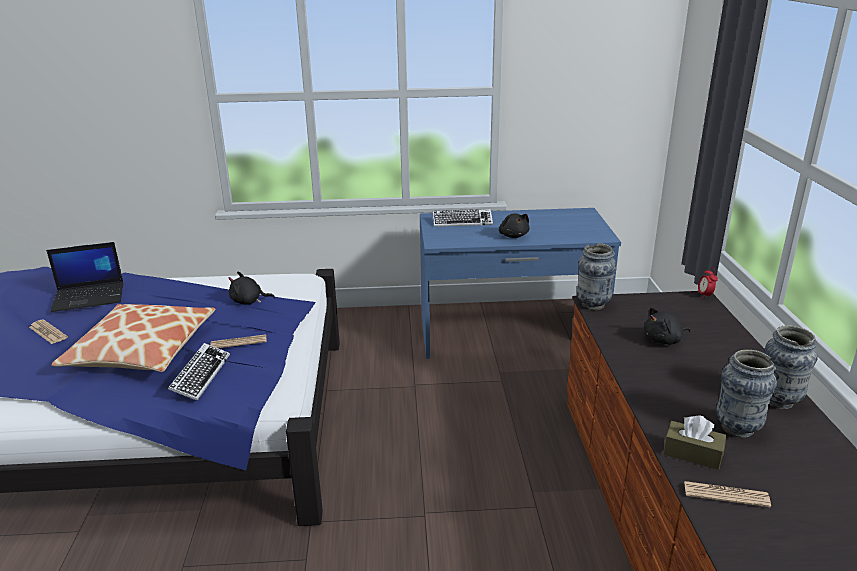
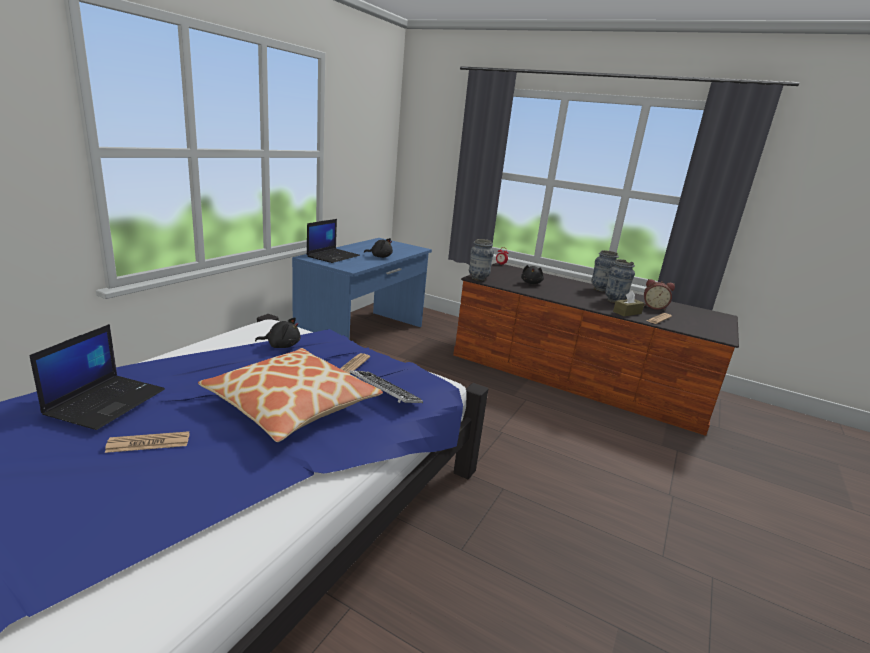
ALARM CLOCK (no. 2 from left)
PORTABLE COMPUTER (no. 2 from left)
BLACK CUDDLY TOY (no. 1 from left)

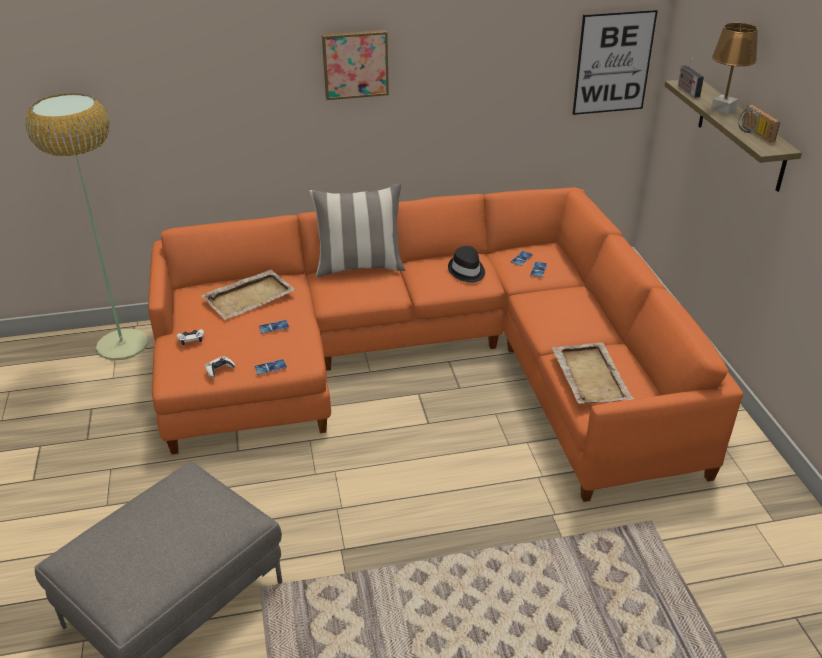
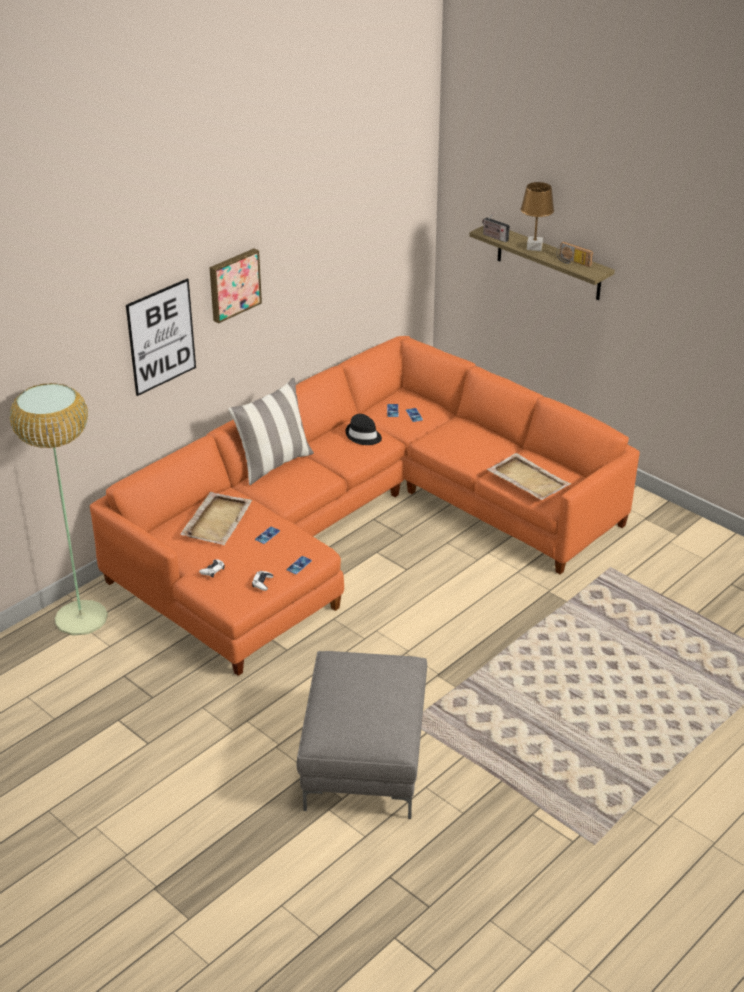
WALL ART (no. 1 from left)

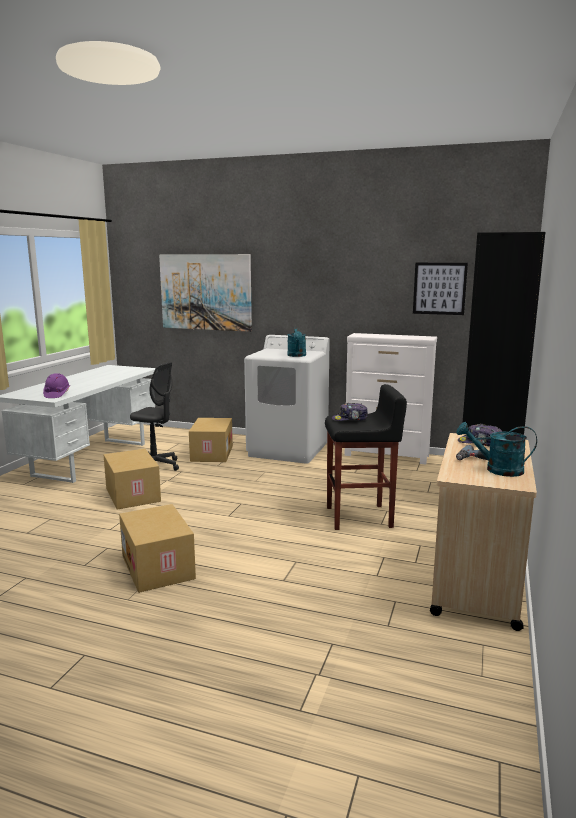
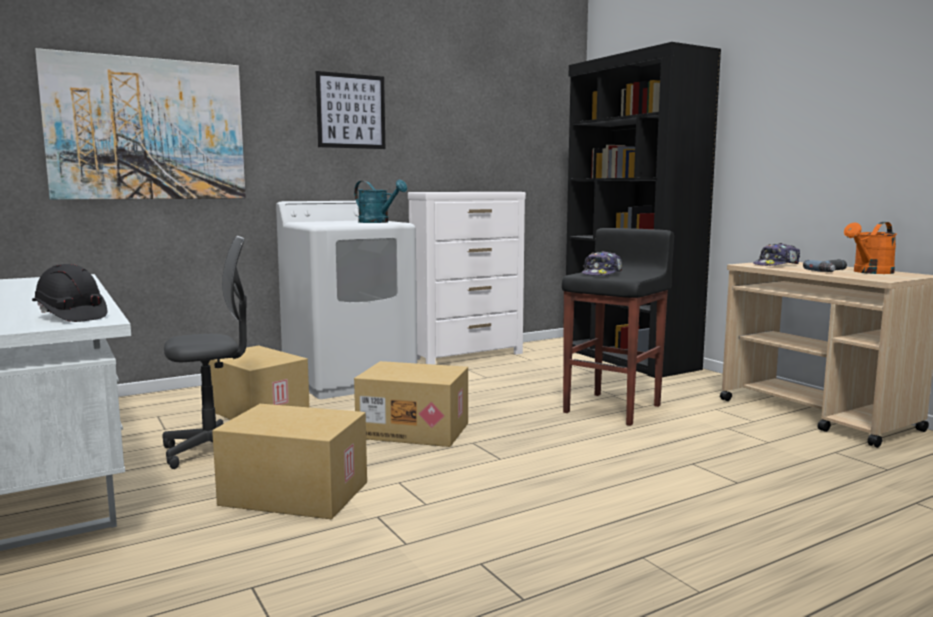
CARTON (no. 3 from left)
WALL ART (no. 2 from left)
BLACK WORK HELMET
ORANGE-COLOURED WATERING POT

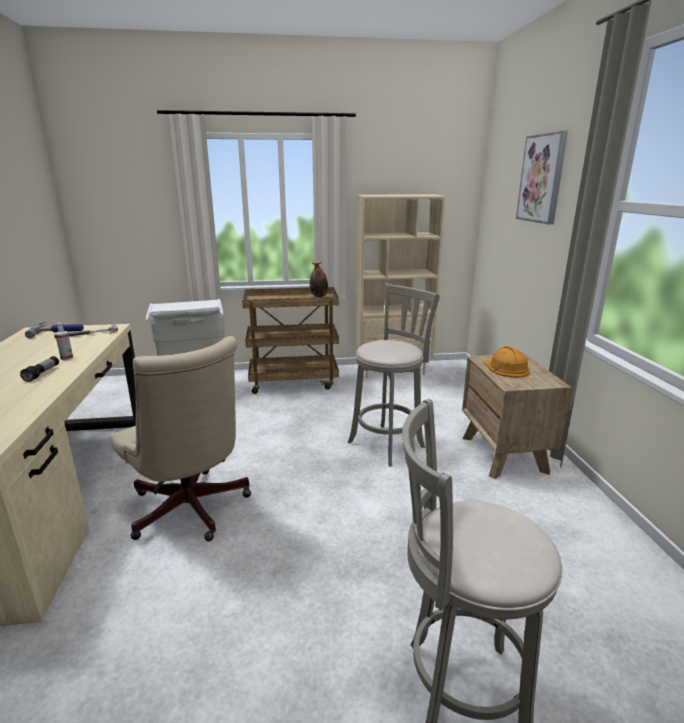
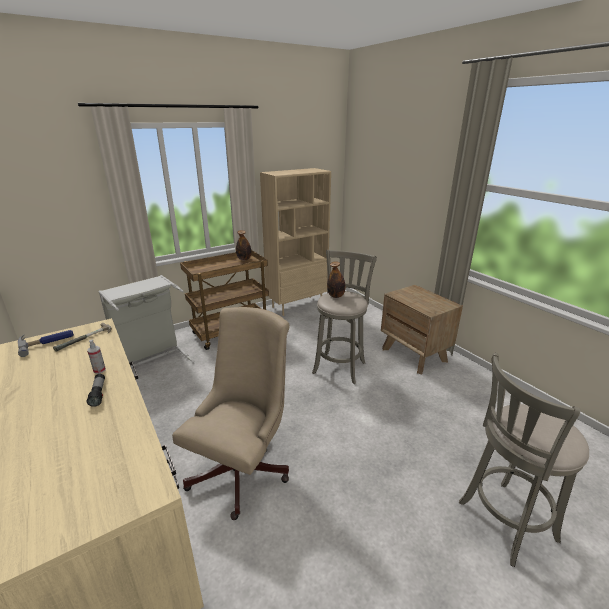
ORANGE-COLOURED WORK HELMET
WALL ART
DRINK BOTTLE (no. 2 from left)
SAND-COLOURED OFFICE CHAIR

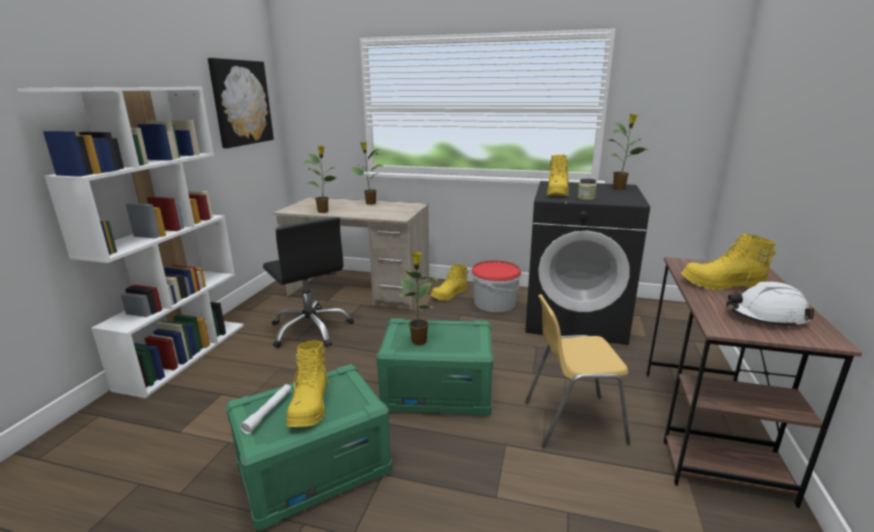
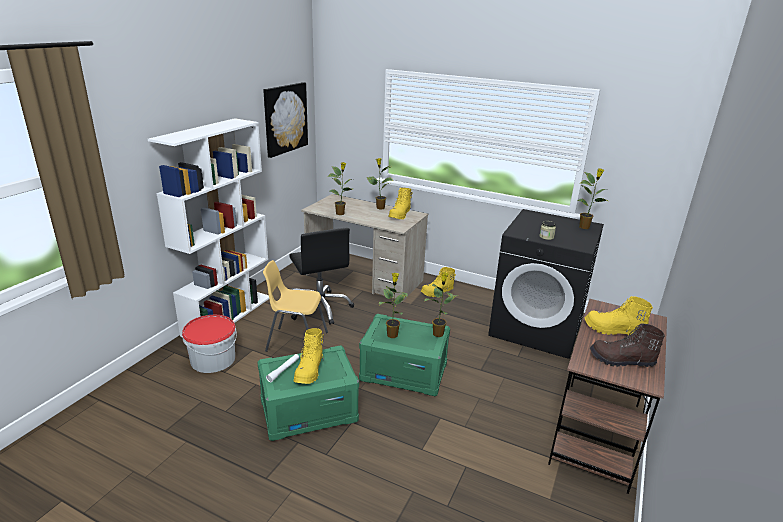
POTTED PLANT (no. 4 from left)
WATER BUCKET
YELLOWISH CHAIR
YELLOWISH TALL BOOT (no. 2 from left)
BROWNISH TALL BOOT

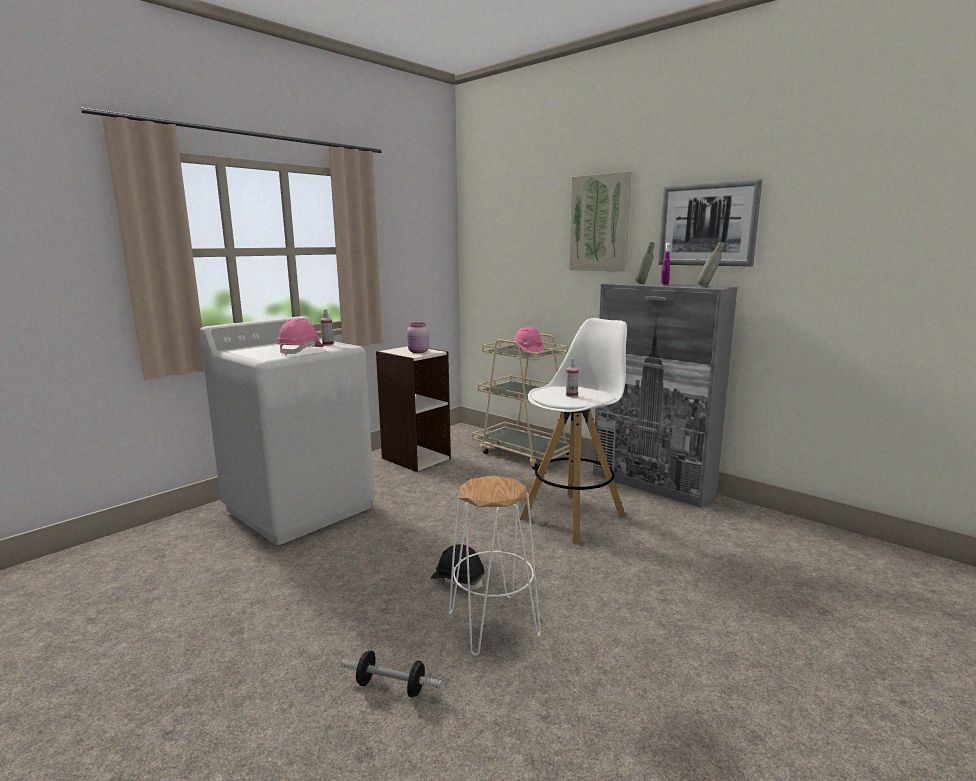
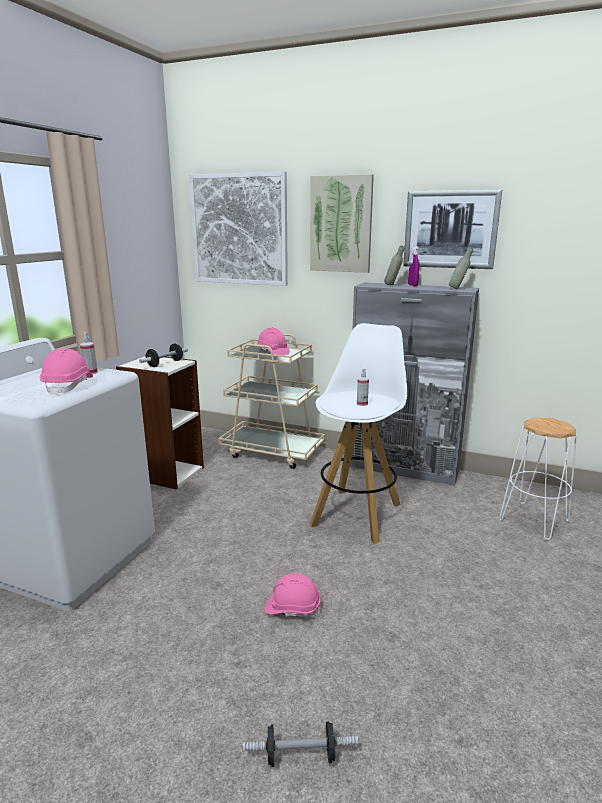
WALL ART (no. 1 from left)
WHITE-COLOURED SITTING STOOL (no. 2 from left)
DUMBBELL (no. 1 from left)
PINK WORK HELMET (no. 3 from left)

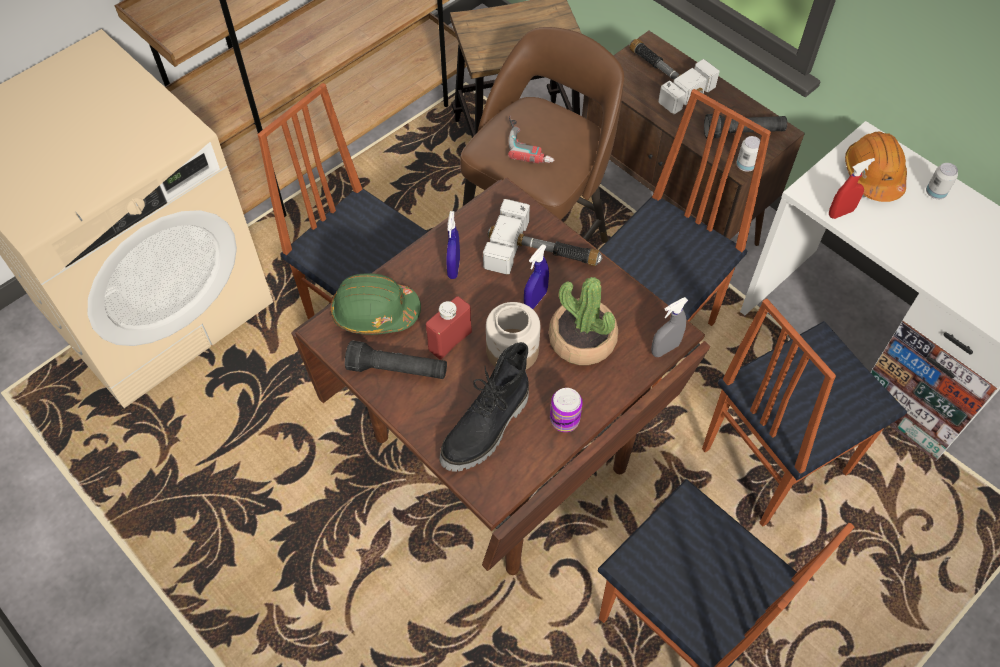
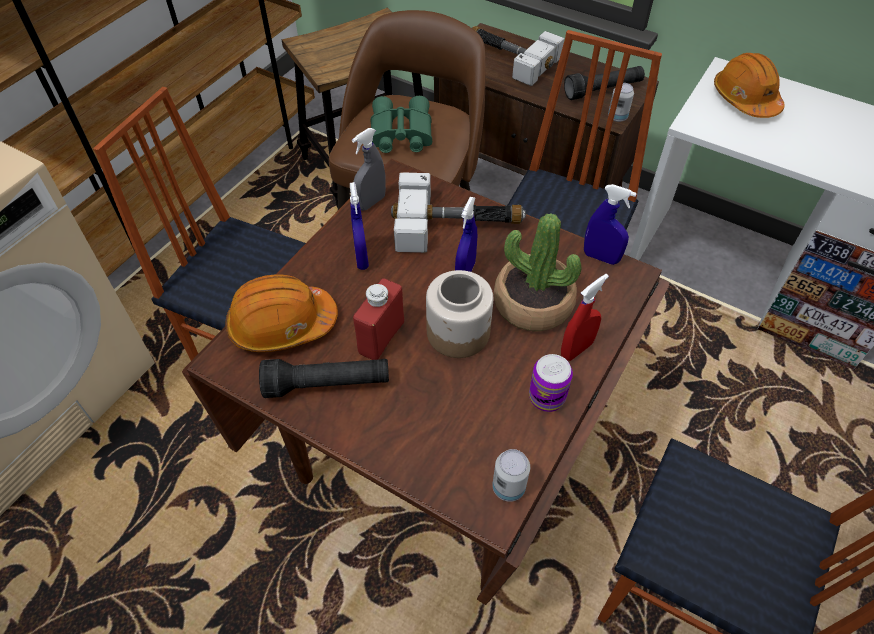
BLACK TALL BOOT
CHAIR (no. 4 from left in the first image)
BLUE SPRAYER (no. 3 from left)
GREY SPRAYER
REDDISH SPRAYER
CAN (no. 1 from left)
GREEN FIELD GLASSES
ORANGE-COLOURED WORK HELMET (no. 1 from left)

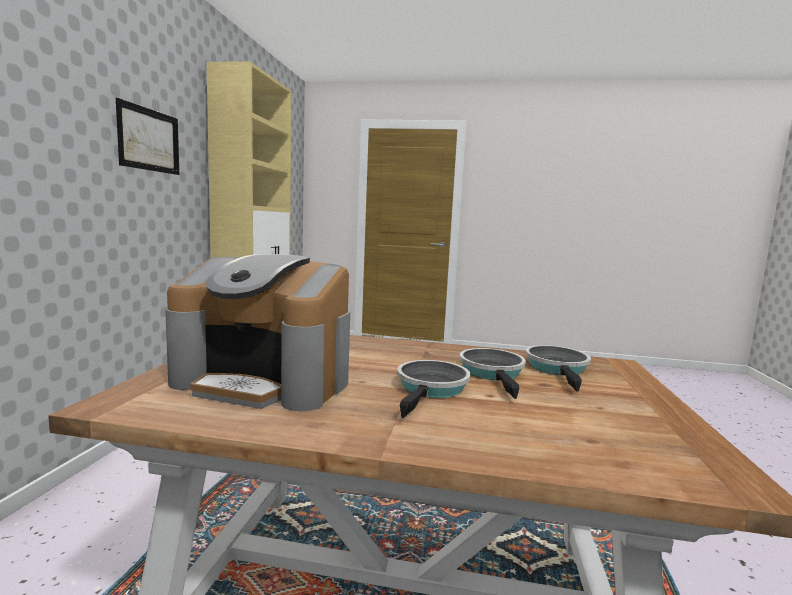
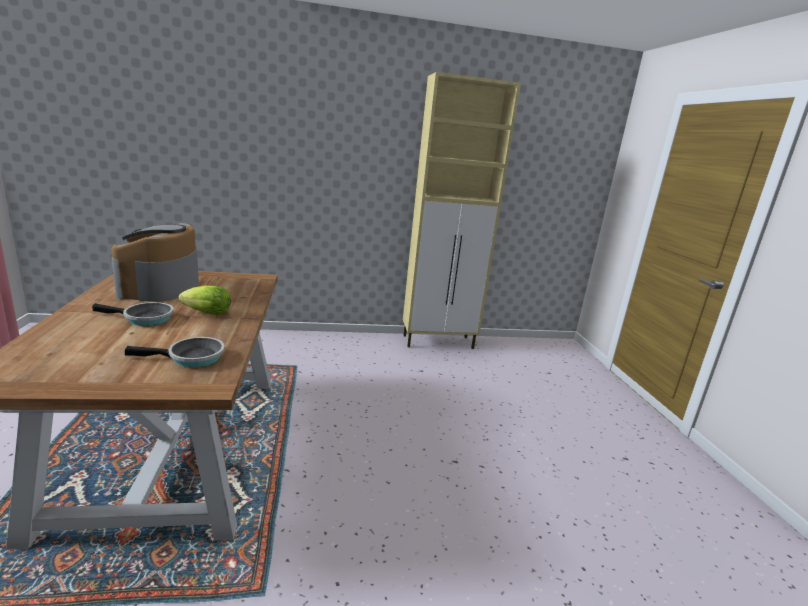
WALL ART
SKILLET (no. 2 from left in the first image)
LETTUCE HEAD

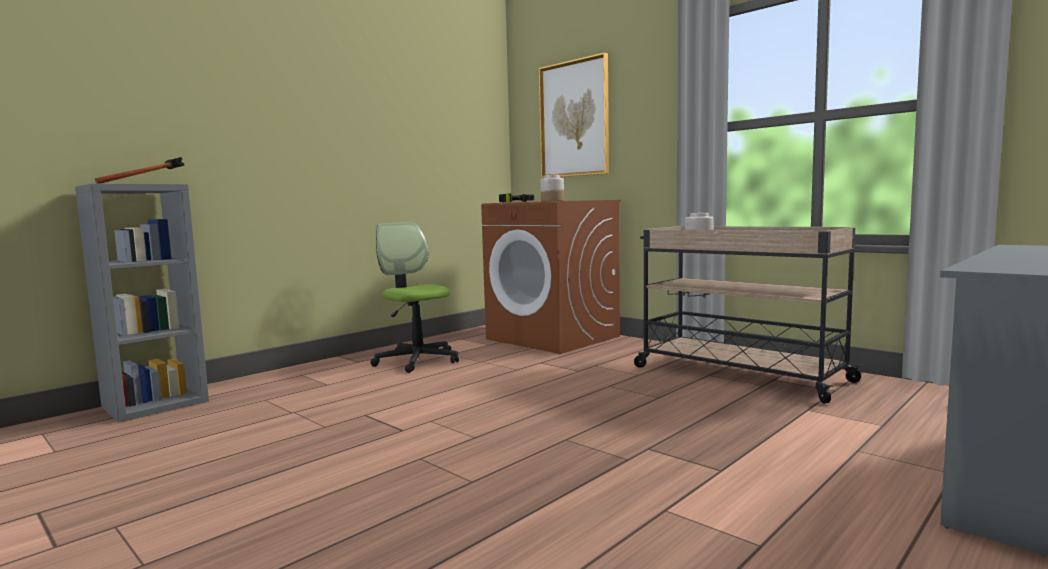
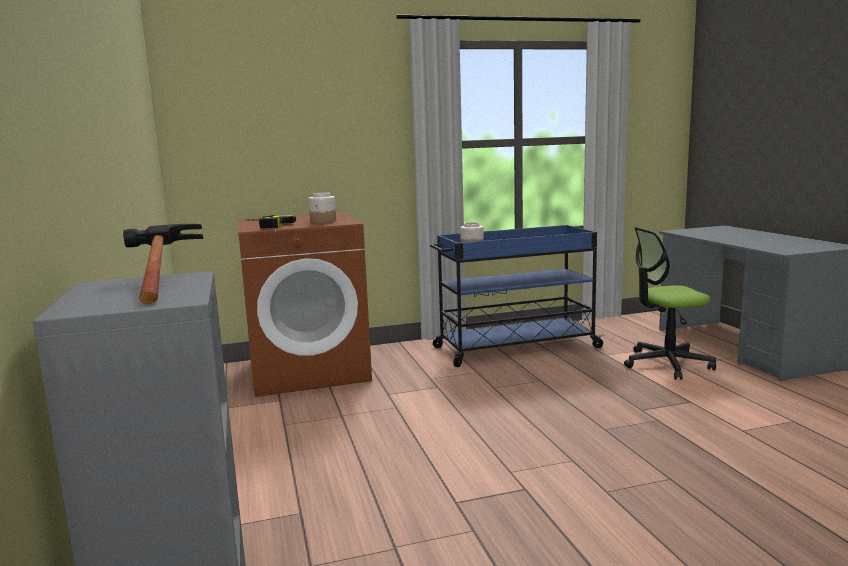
WALL ART
OFFICE CHAIR
BLUE CART

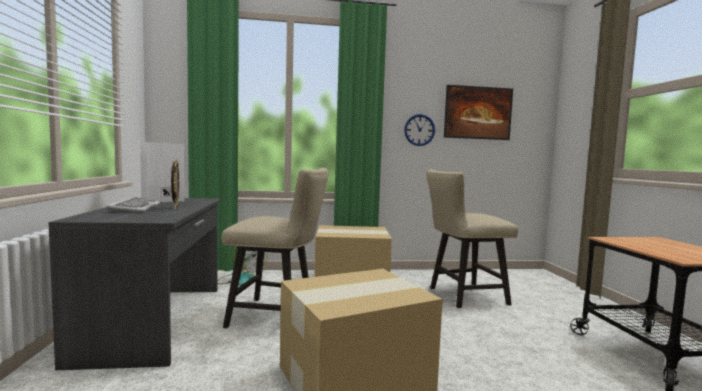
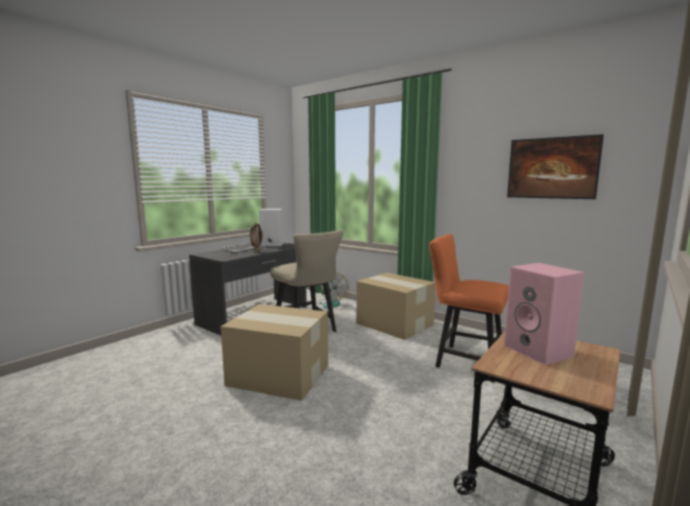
CLOCK ON THE WALL
PINK LOUDSPEAKER
ORANGE-COLOURED CHAIR

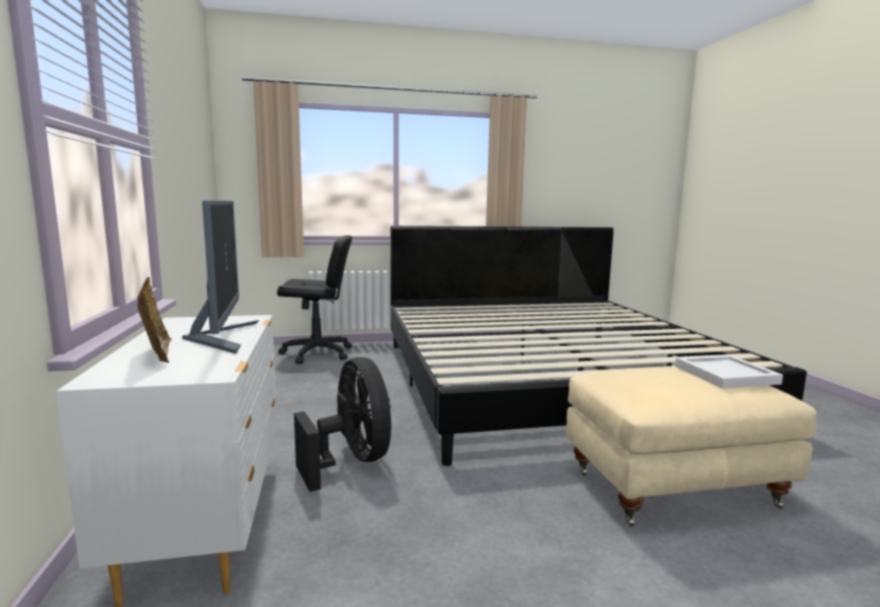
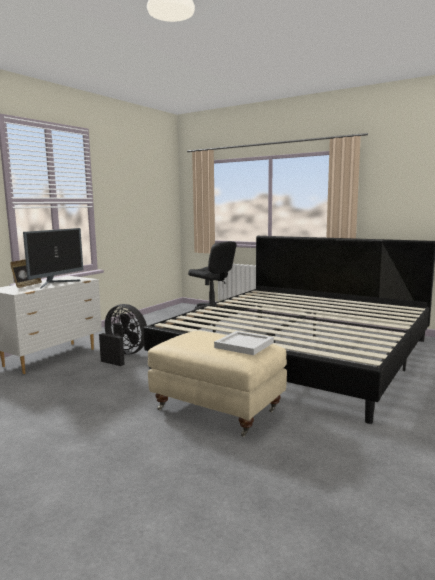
BLACK COOLING FAN

